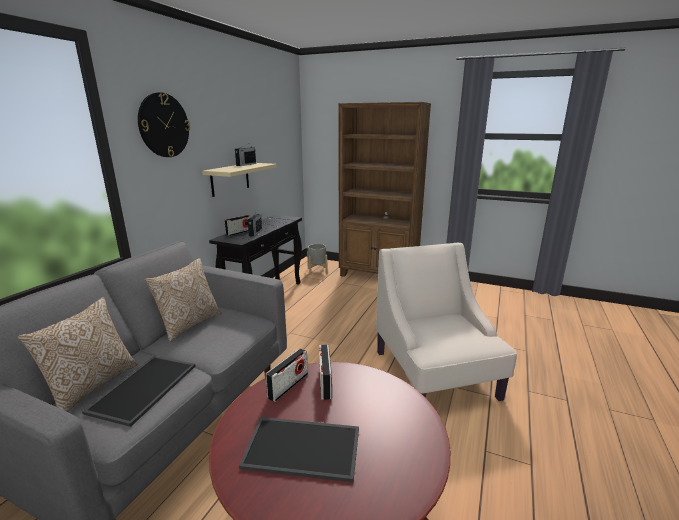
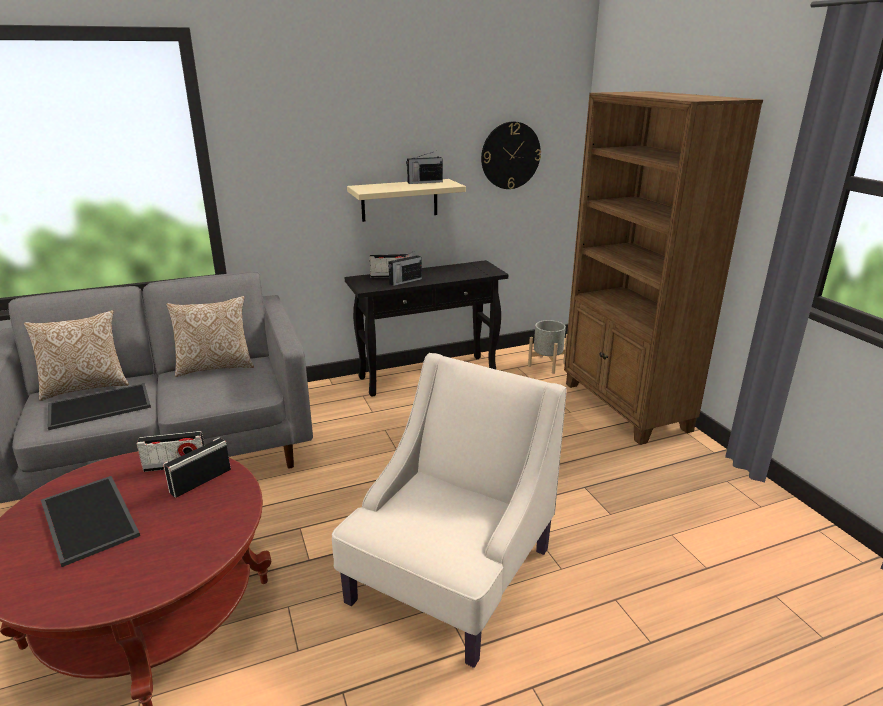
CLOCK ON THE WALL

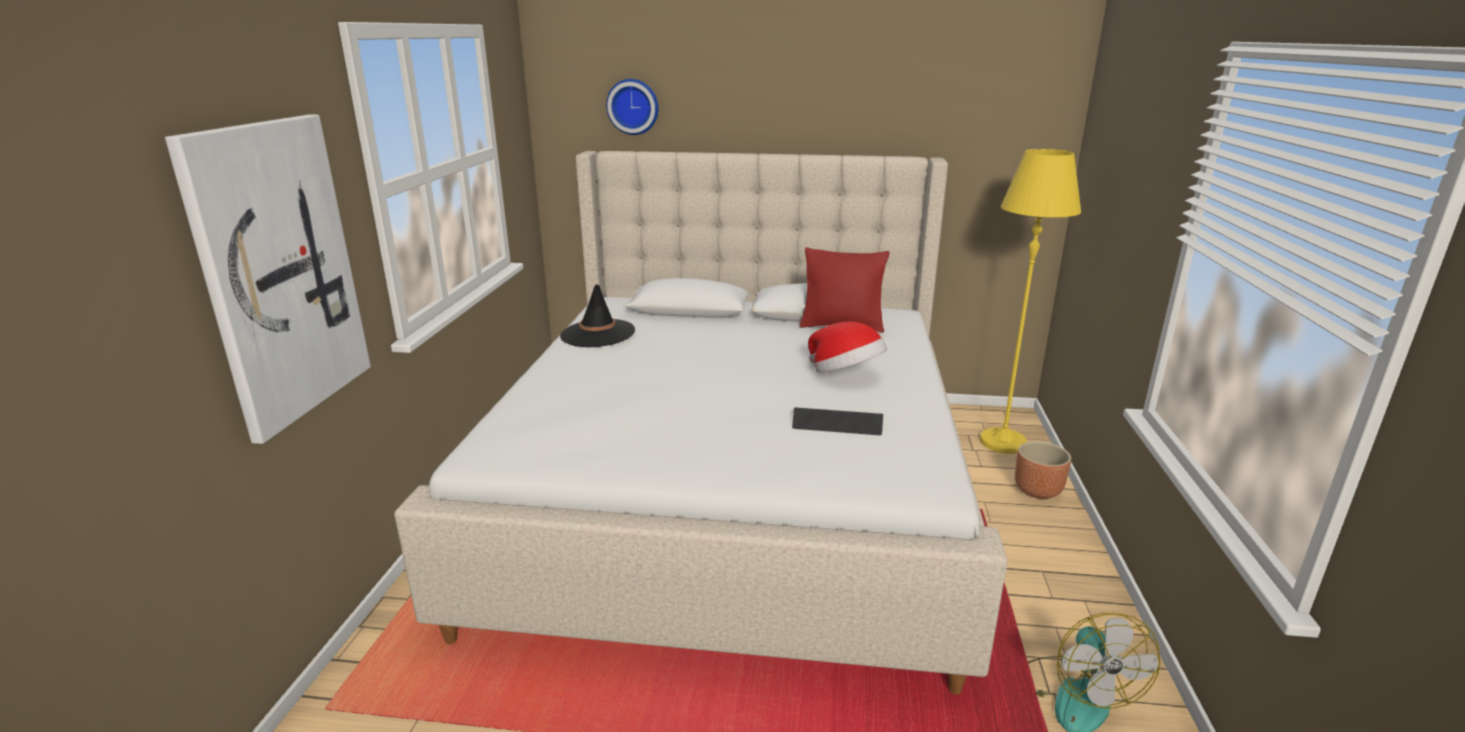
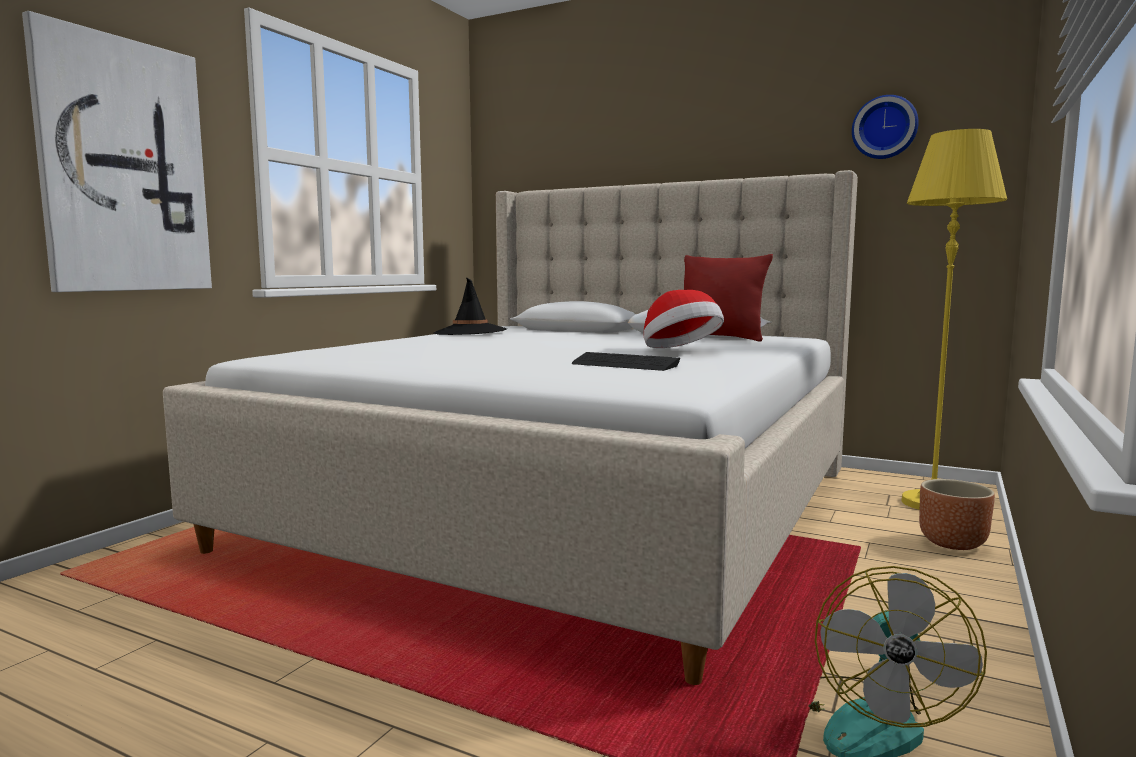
CLOCK ON THE WALL

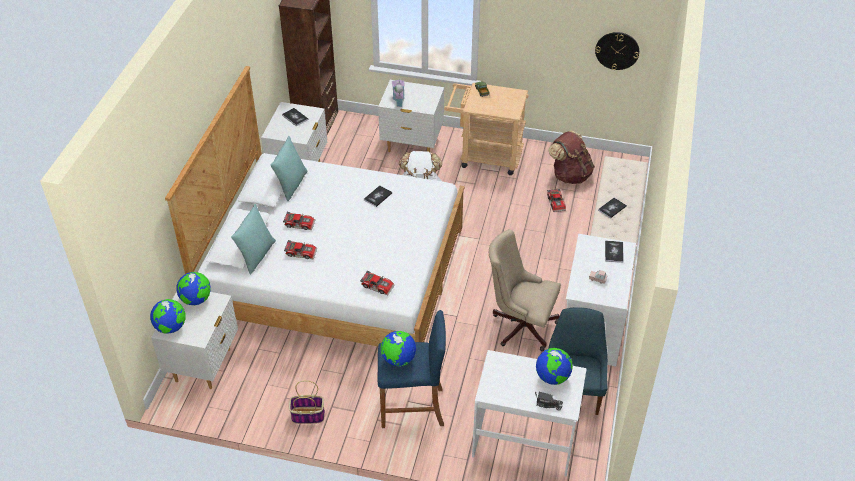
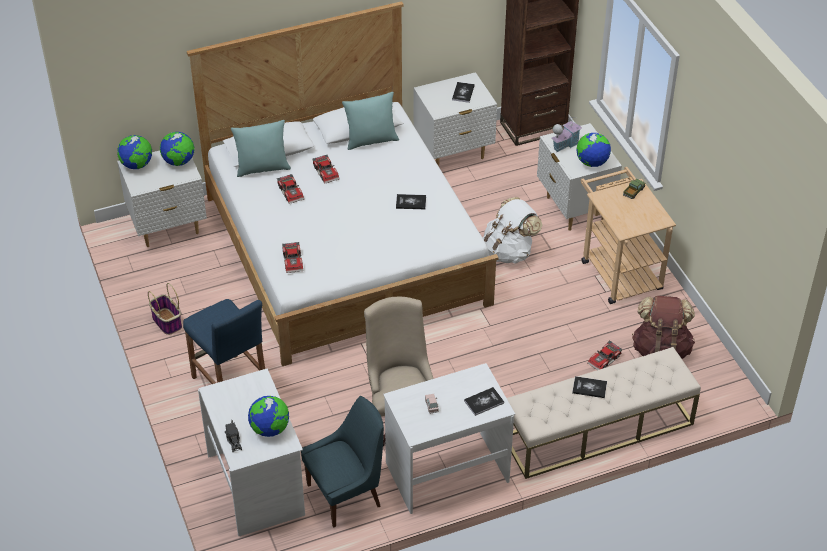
CLOCK ON THE WALL
GLOBE (no. 4 from left)

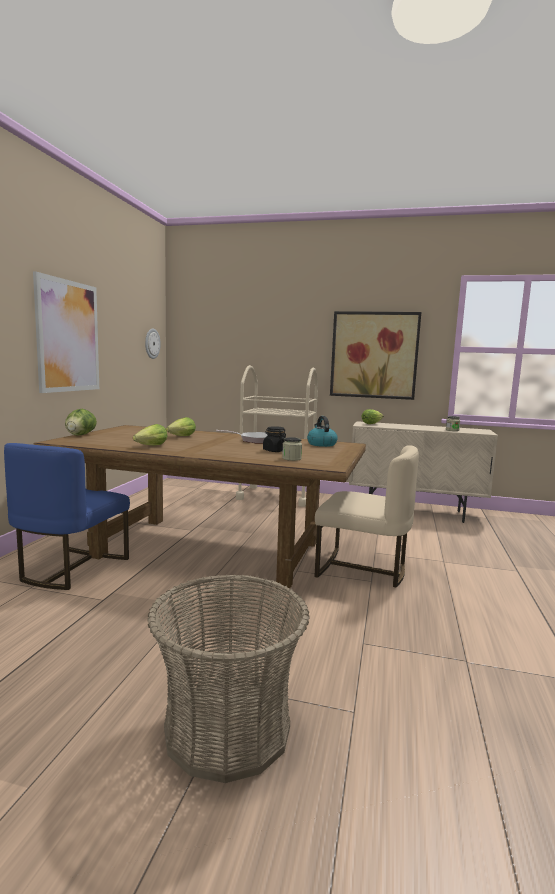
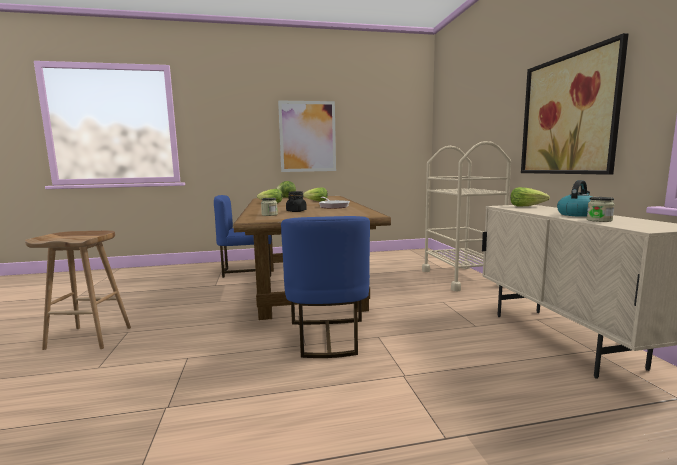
CLOCK ON THE WALL
TEA KETTLE
BROWNISH SITTING STOOL
BLUE CHAIR (no. 2 from left)

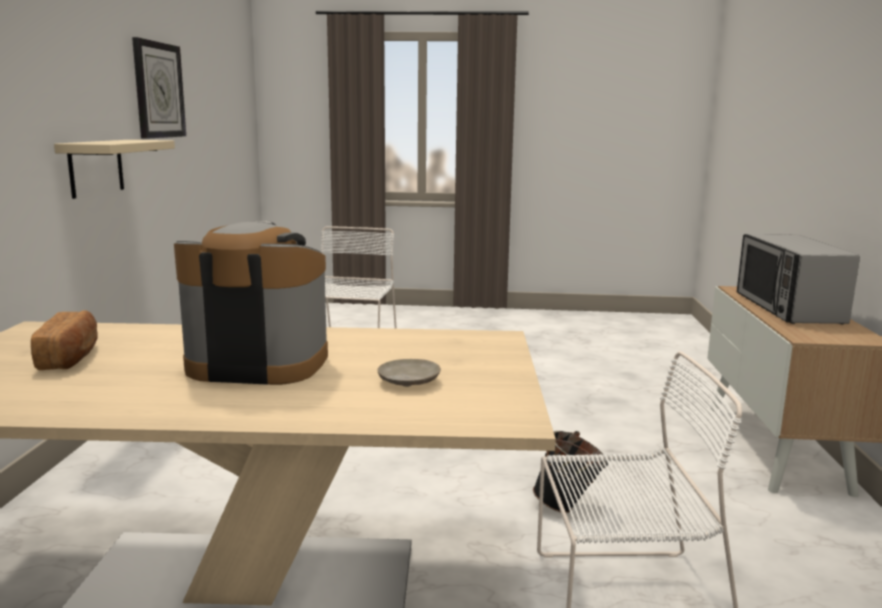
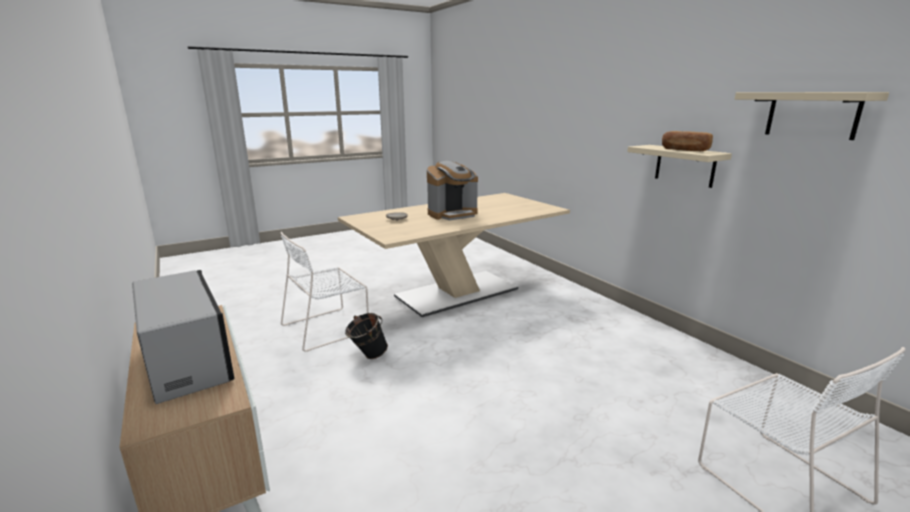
BAKERY BREAD
SAND-COLOURED SHELF (no. 2 from left)

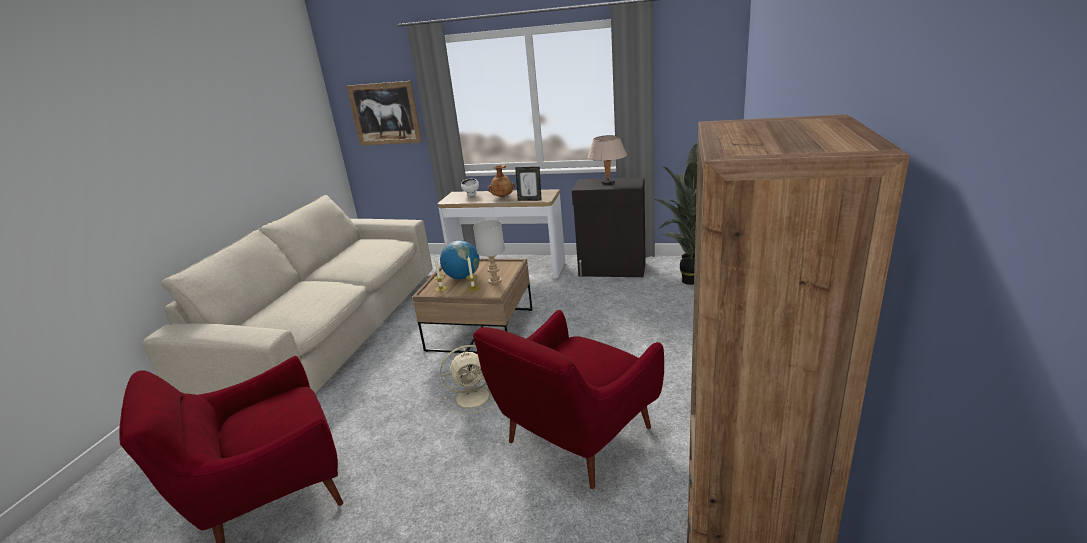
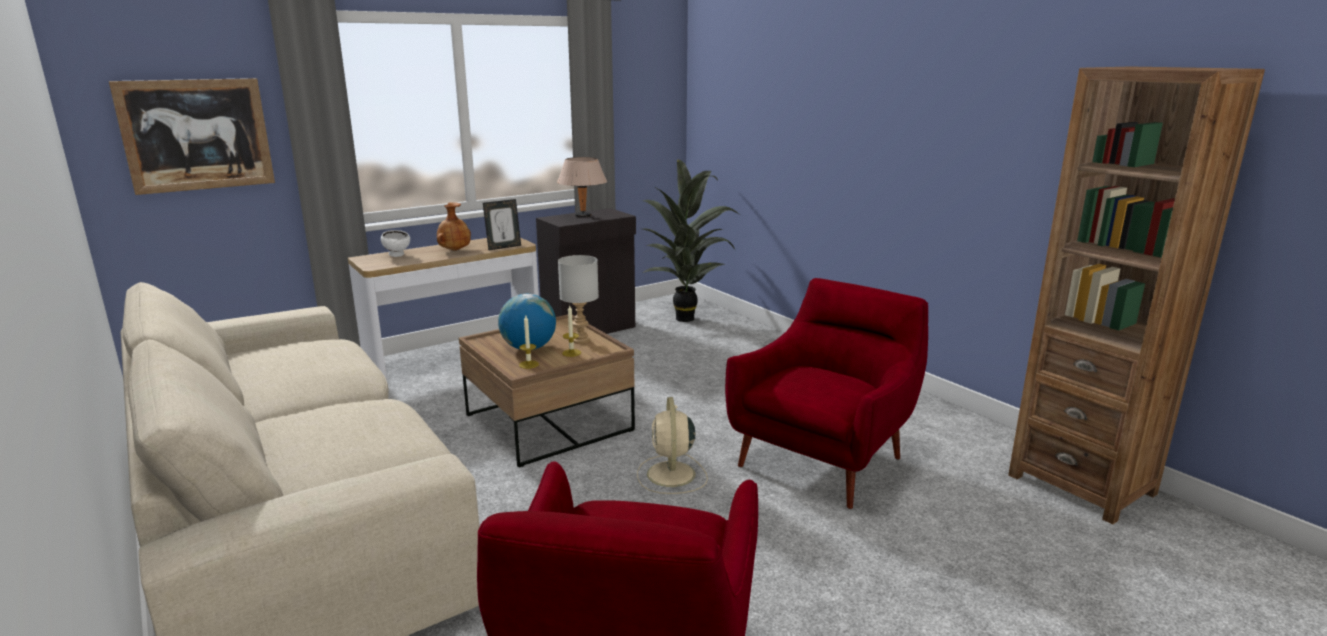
SAND-COLOURED COOLING FAN
REDDISH LOUNGE CHAIR (no. 2 from left)

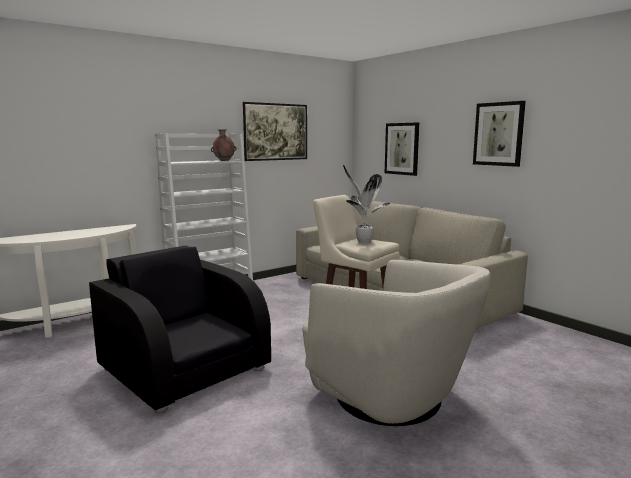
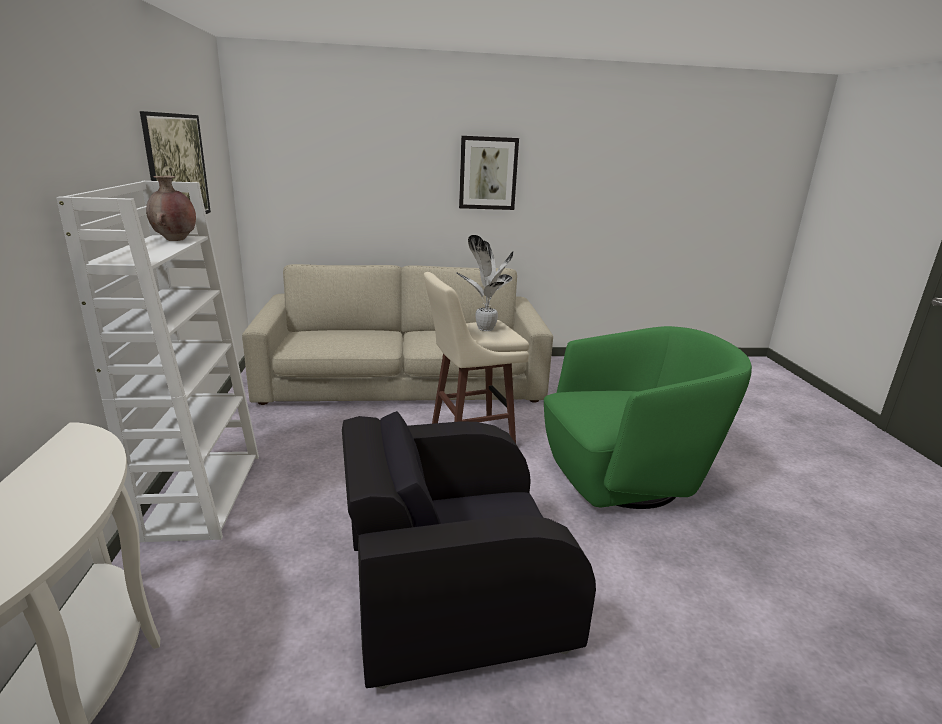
WALL ART (no. 2 from left in the first image)
GREEN LOUNGE CHAIR

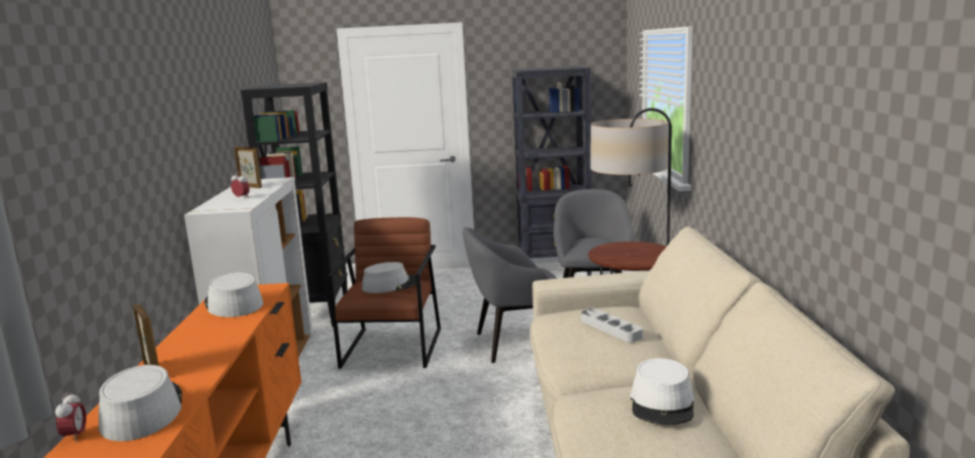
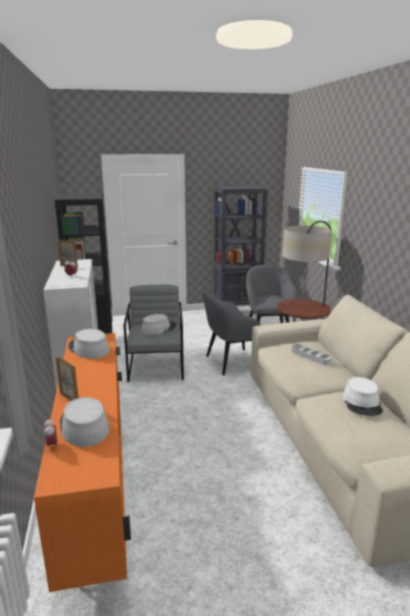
GREY LOUNGE CHAIR (no. 1 from left)

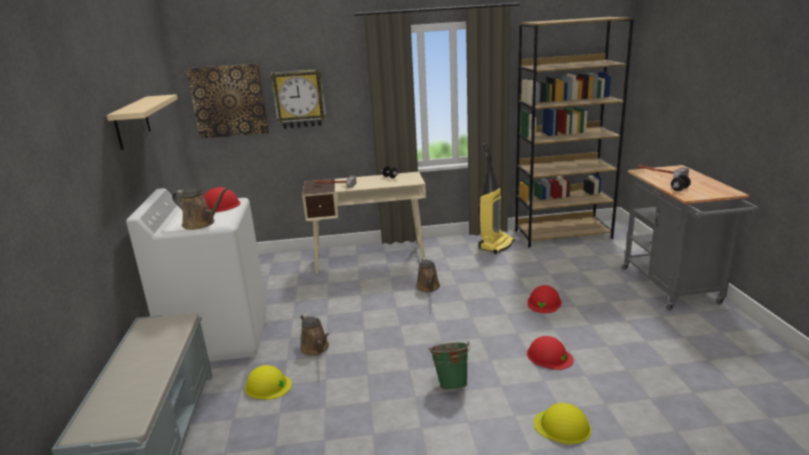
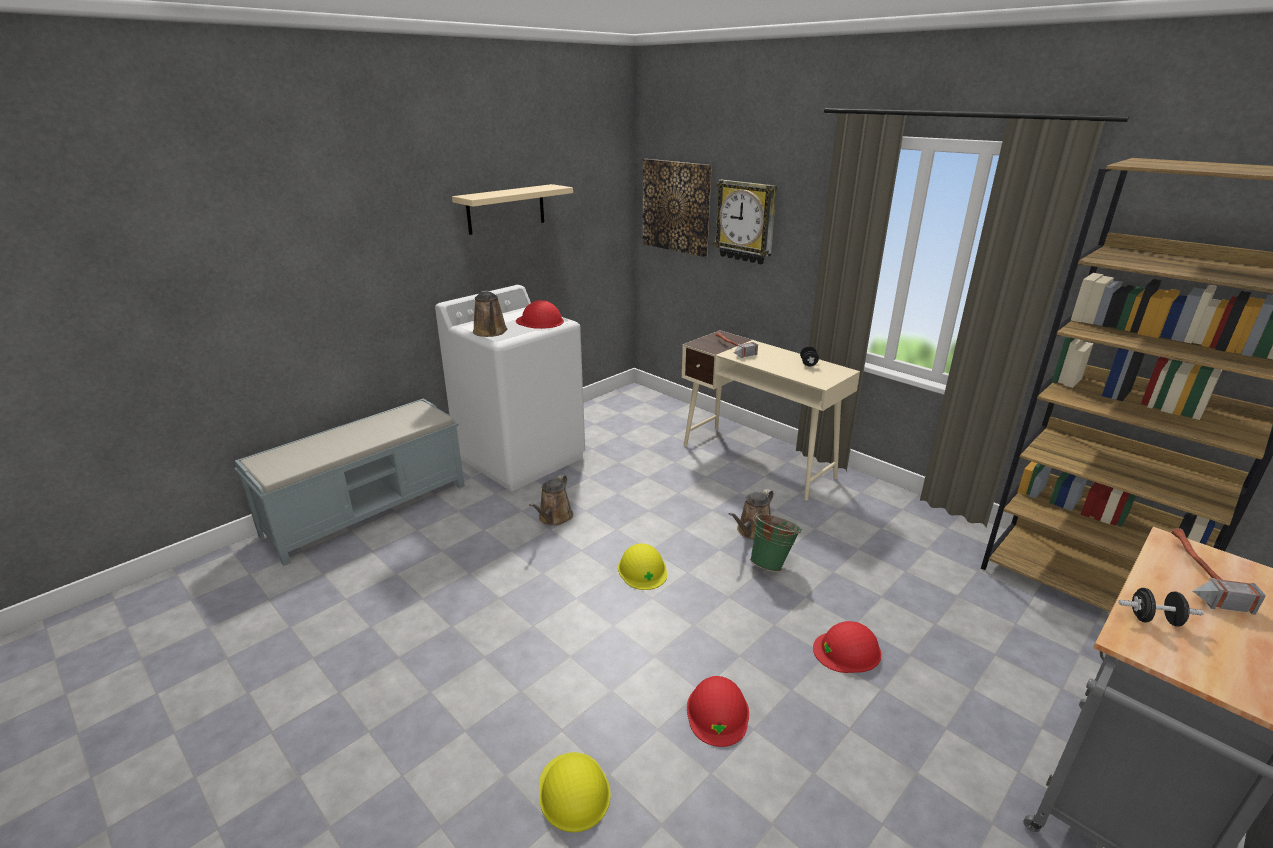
VACUUM CLEANER
YELLOWISH WORK HELMET (no. 2 from left)
GREEN WATER BUCKET

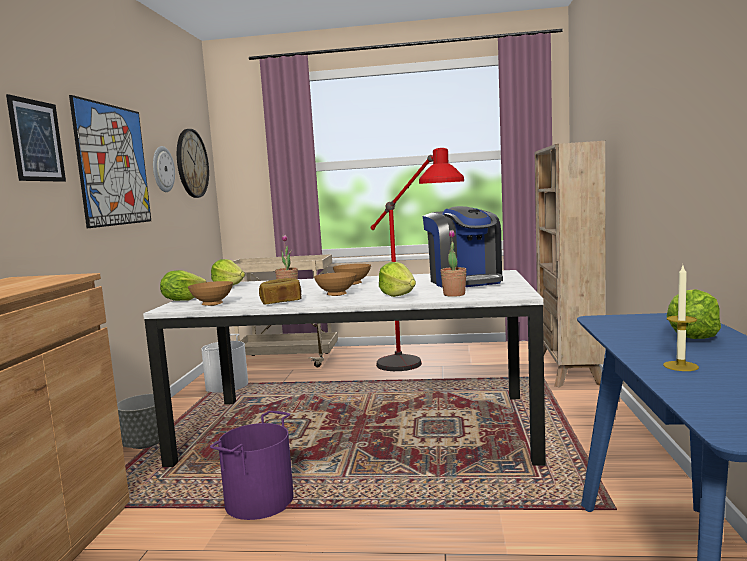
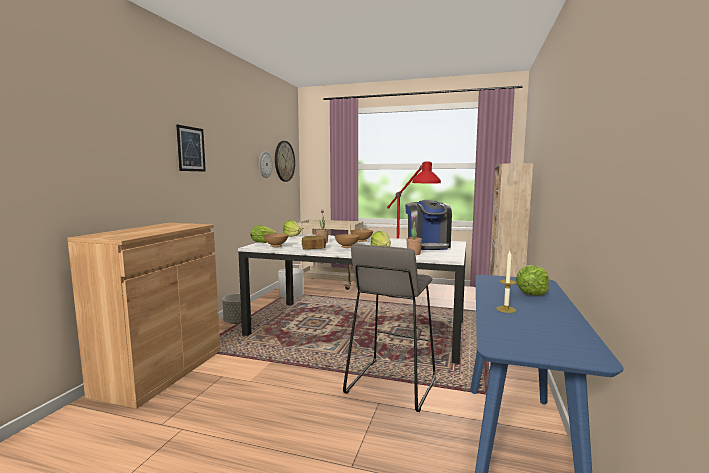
WALL ART (no. 2 from left in the first image)
PURPLE-COLOURED WATER BUCKET
GREY SITTING STOOL

